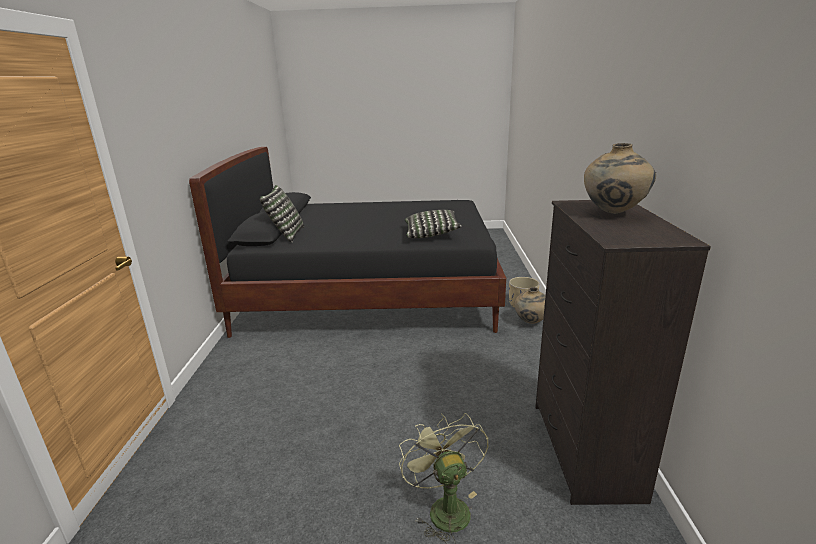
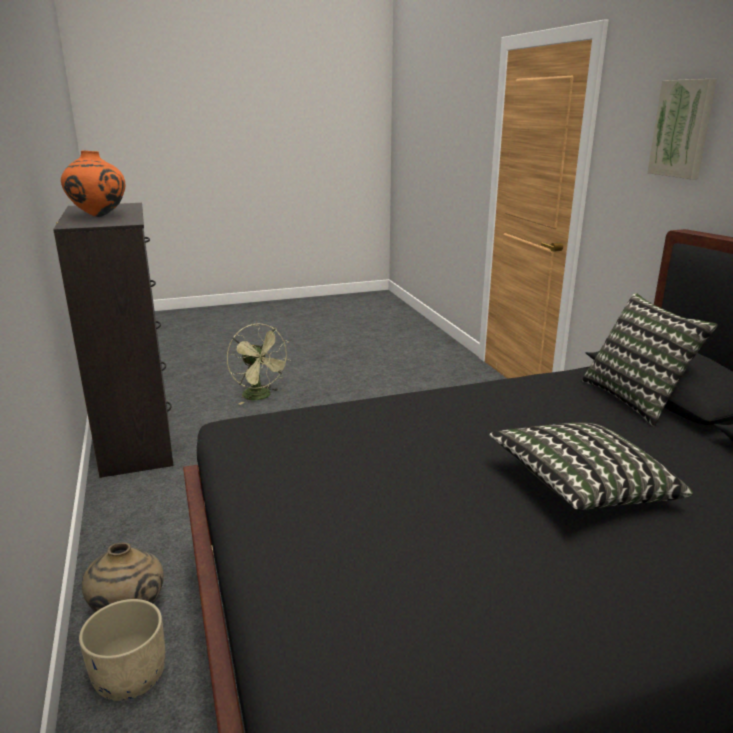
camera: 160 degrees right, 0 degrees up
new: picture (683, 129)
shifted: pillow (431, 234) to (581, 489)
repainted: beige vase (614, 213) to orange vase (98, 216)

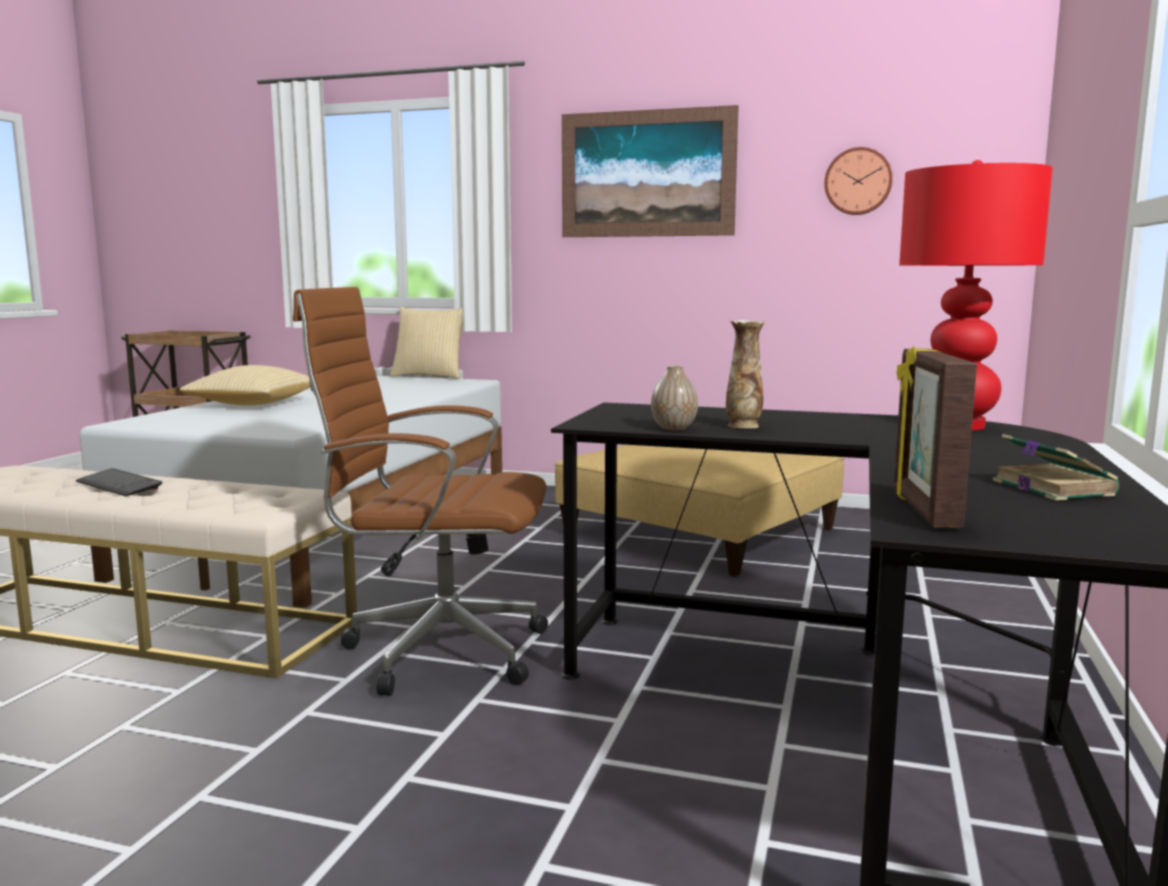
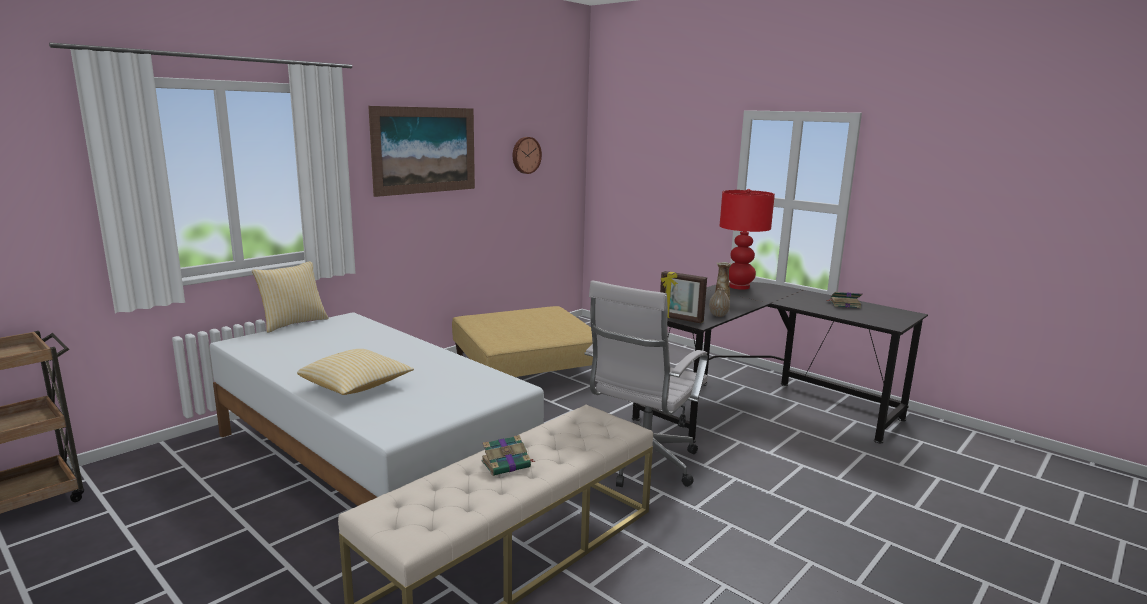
camera: 65 degrees left, 5 degrees up
shifted: picture frame (923, 509) to (680, 319)
swapped: keyboard (119, 485) to book (507, 464)
repainted: brown office chair (436, 651) to white office chair (642, 464)

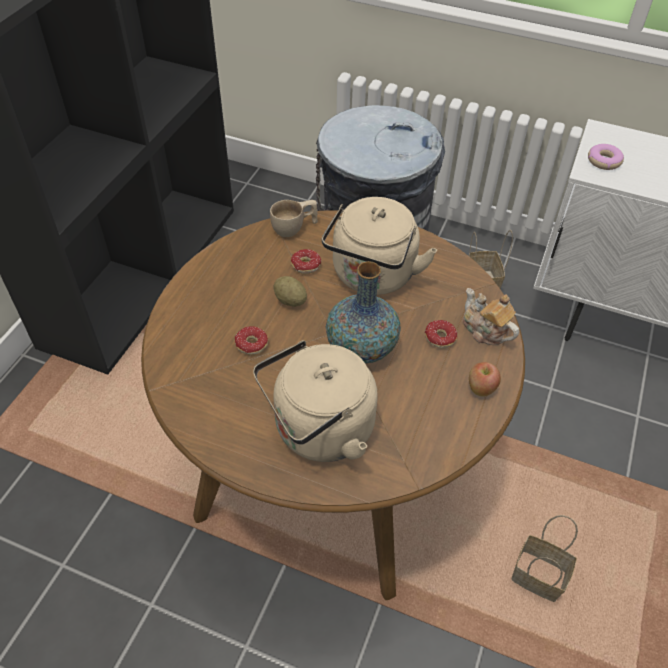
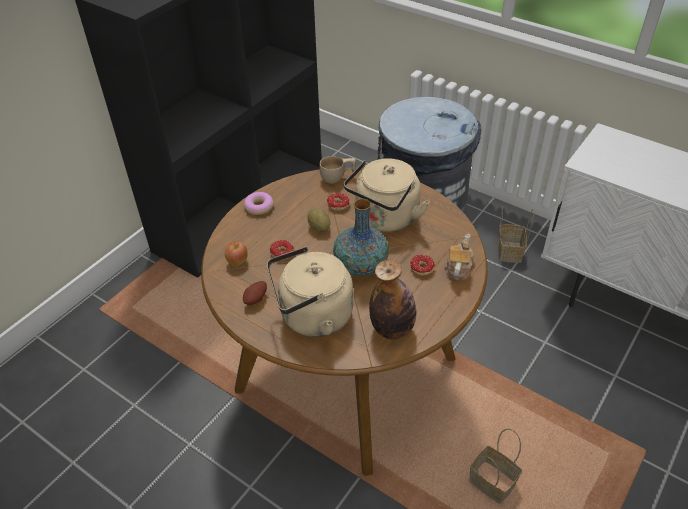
camera: 15 degrees right, 5 degrees down
new: bottle (392, 329); potato (256, 299)
shifted: donut (603, 161) to (259, 207); apple (480, 389) to (237, 261)
rotated: teapot (485, 330) = (458, 267) 45 degrees clockwise

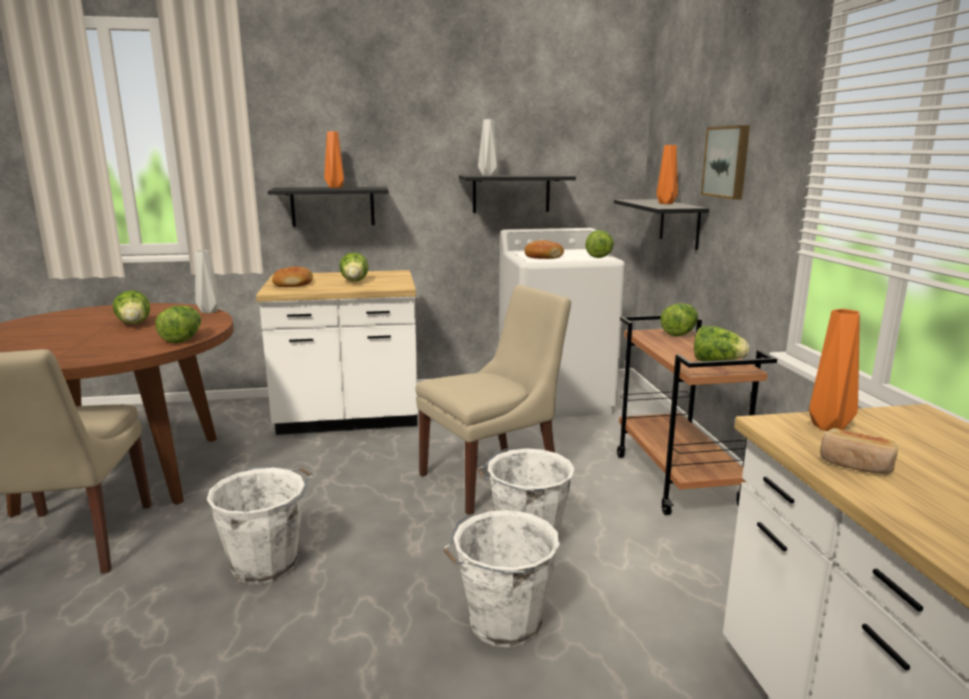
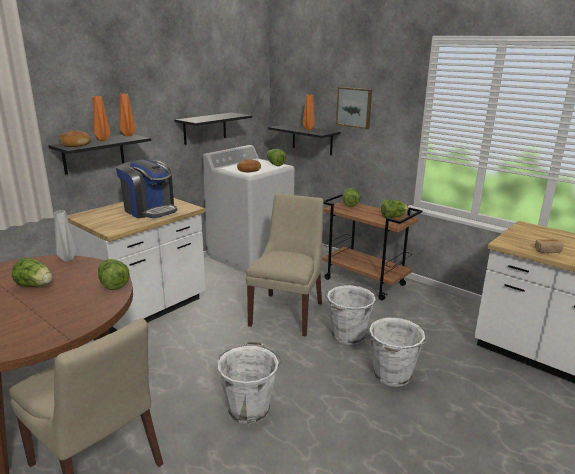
camera: 40 degrees left, 5 degrees up
gone: grey vase (488, 175)
shifted: bread (293, 284) to (75, 144); orange vase (826, 426) to (127, 135)
swapped: lettuce (355, 282) to coffee machine (150, 210)

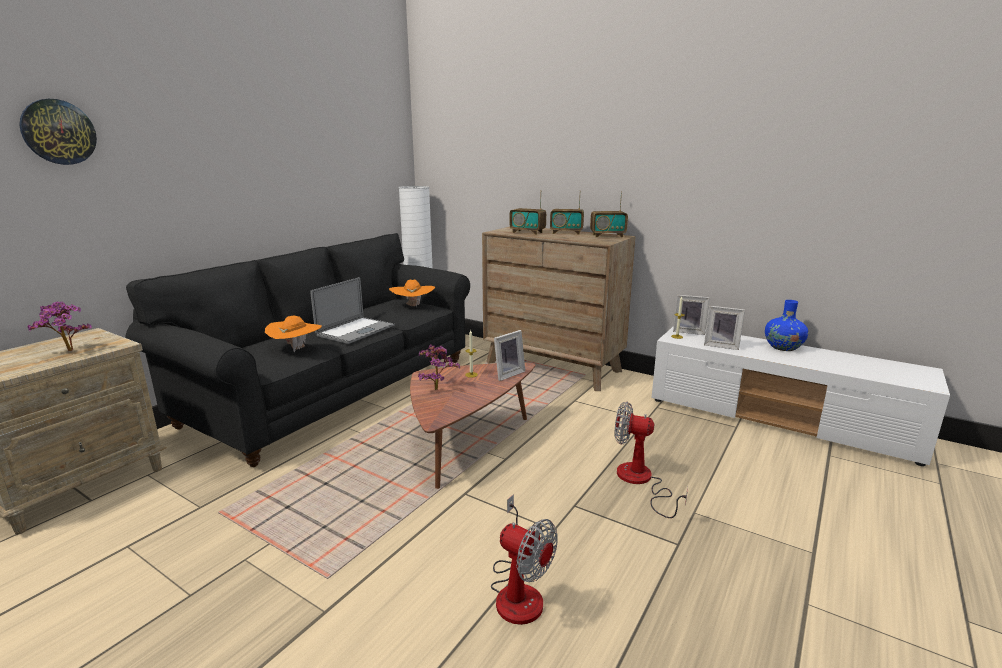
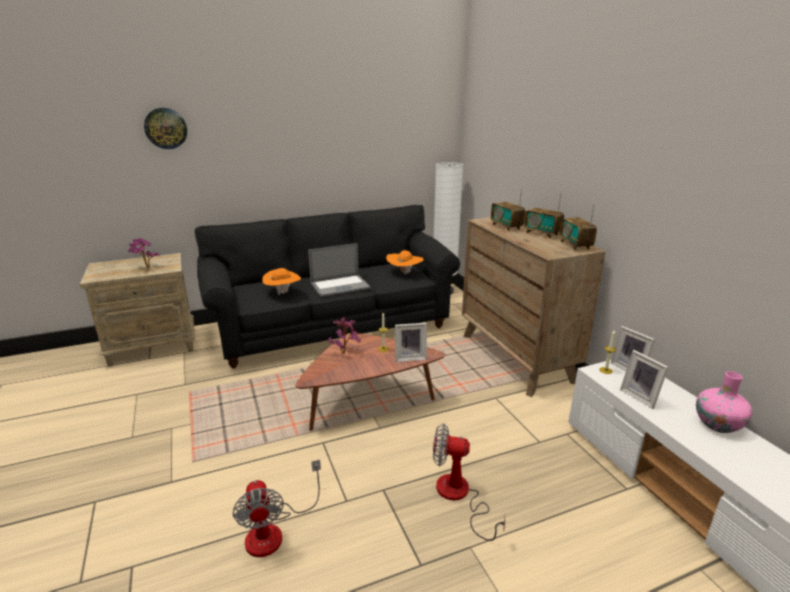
camera: 35 degrees right, 5 degrees up
repainted: blue vase (783, 347) to pink vase (718, 424)
rotated: radio (607, 236) = (575, 245) 45 degrees clockwise; fan (640, 481) = (459, 496) 45 degrees counterclockwise

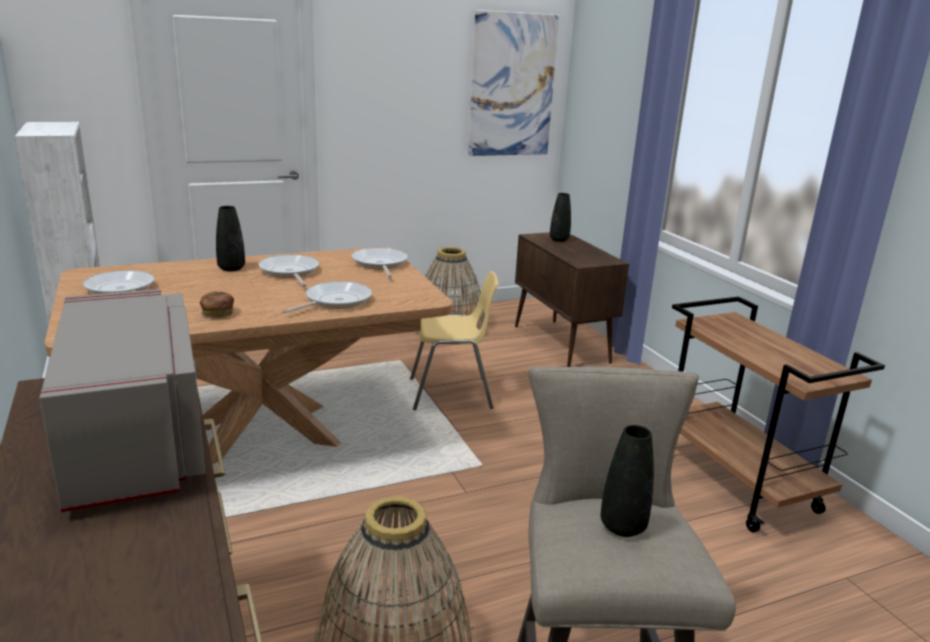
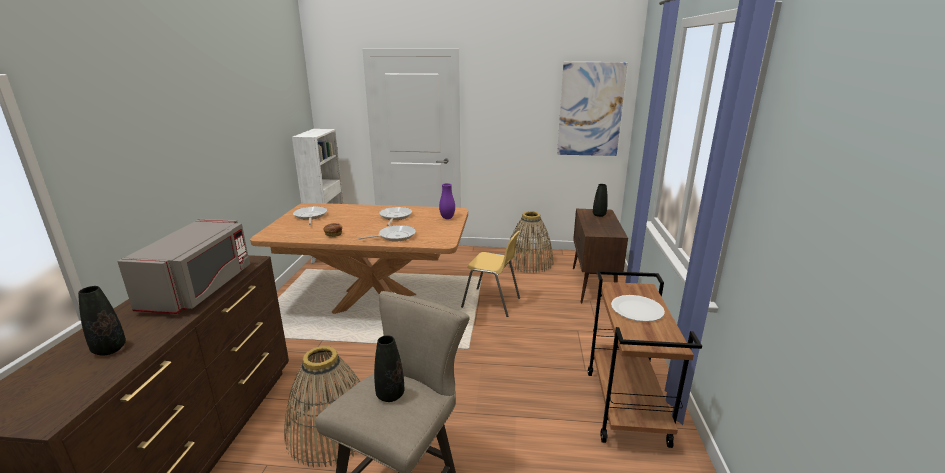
camera: 30 degrees right, 0 degrees up
new: white plate (637, 309)
shifted: black vase (231, 268) to (109, 349)
swapped: frying pan (380, 264) to purple vase (447, 218)

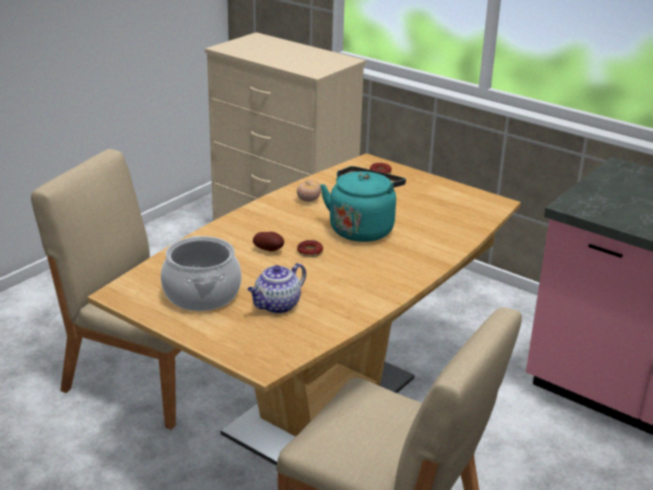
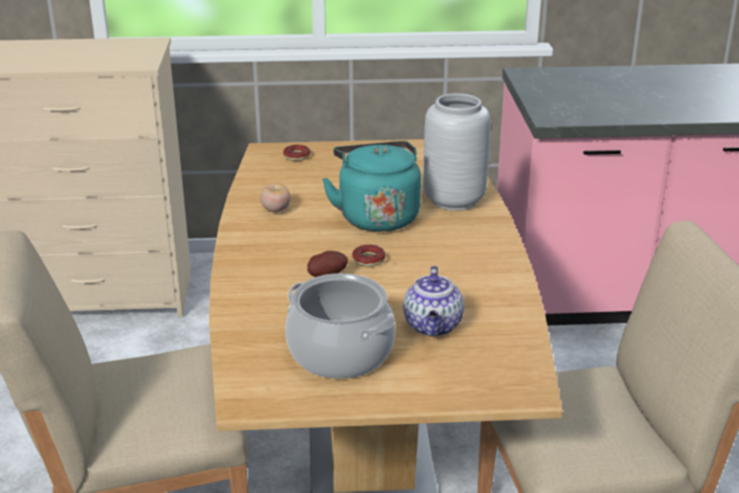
camera: 40 degrees left, 0 degrees up
new: grey vase (455, 200)

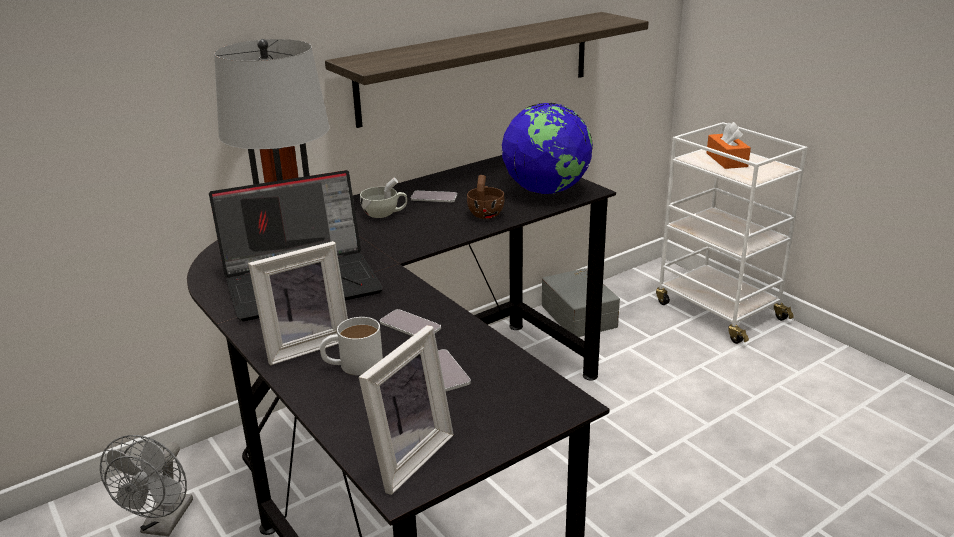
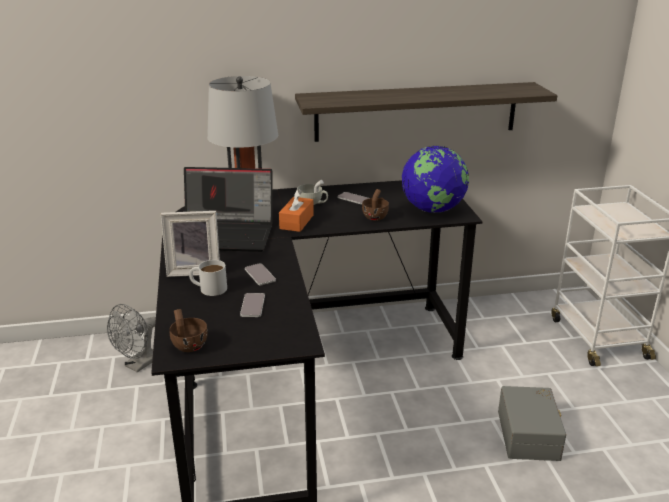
camera: 25 degrees right, 0 degrees up
shifted: orange tissue box (726, 160) to (296, 222); grey storage box (580, 315) to (530, 434)
swapped: picture frame (405, 456) to brown cup (188, 344)

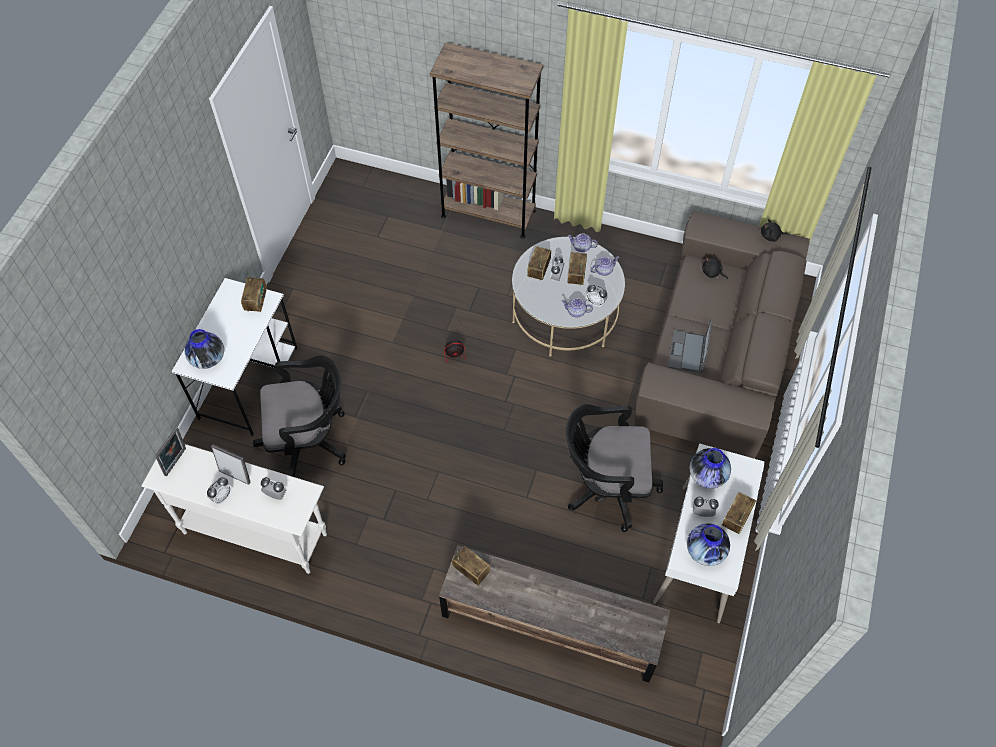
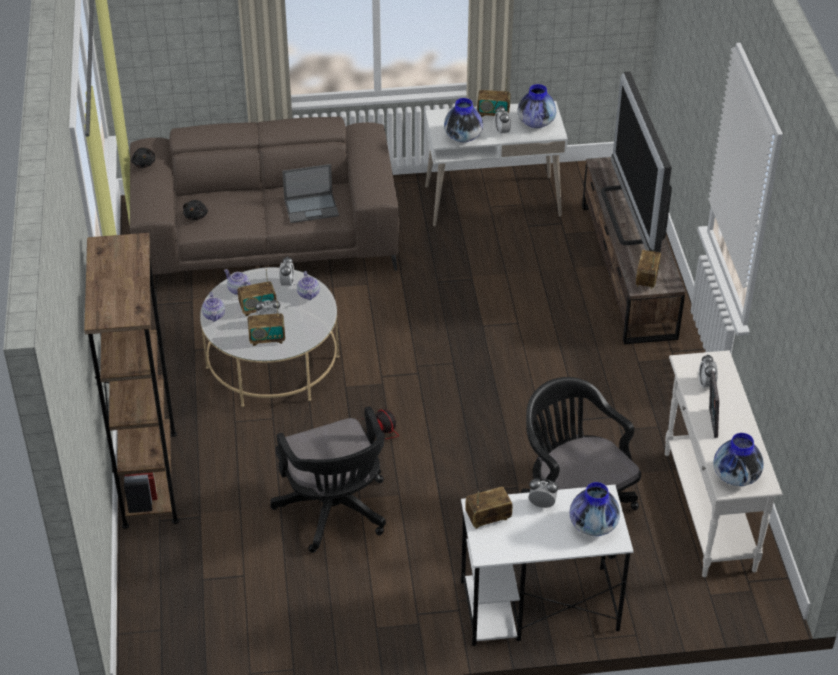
camera: 115 degrees left, 15 degrees down
new: television (629, 215)
shifted: black office chair (605, 486) to (335, 513); alarm clock (222, 497) to (542, 504)
swapped: picture frame (177, 462) to vase (735, 476)

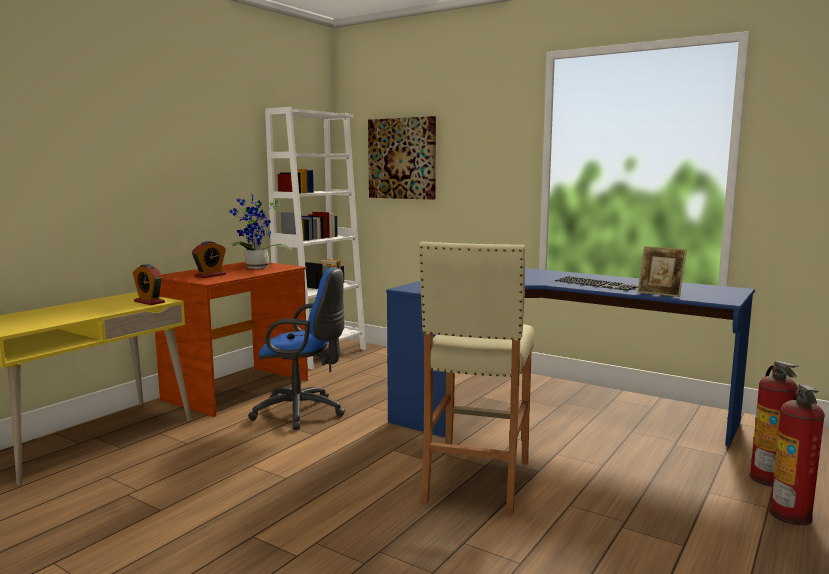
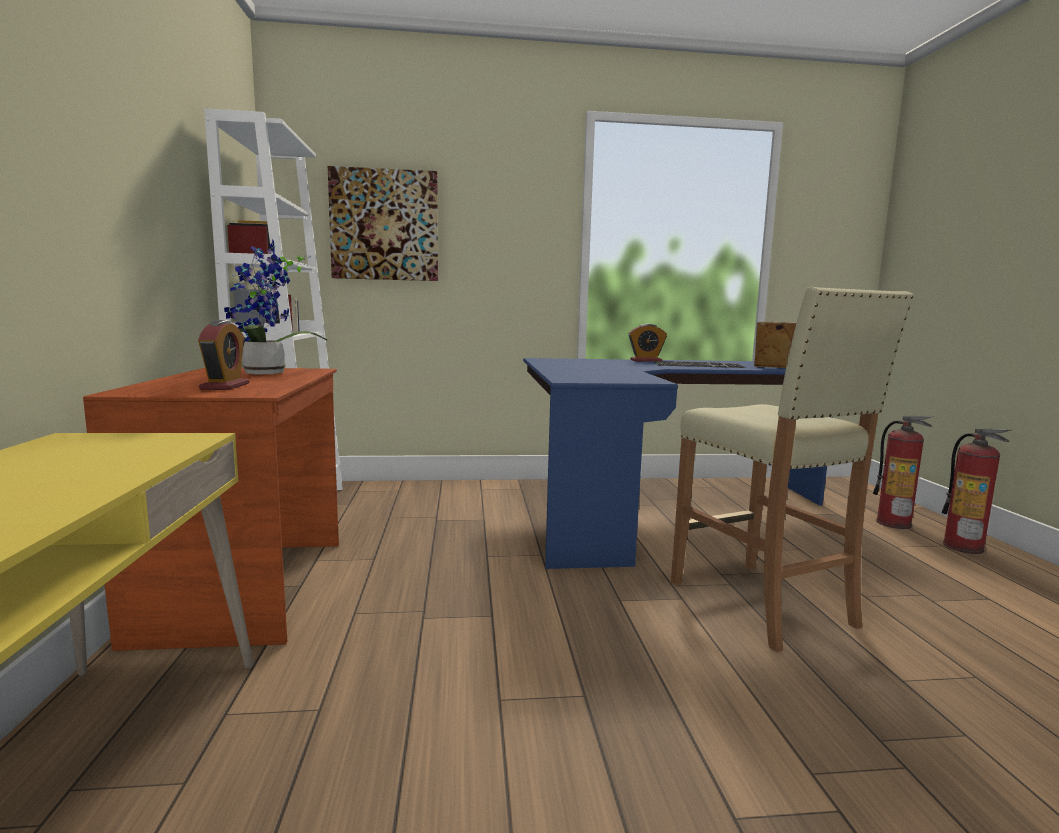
camera: 40 degrees left, 0 degrees up
gone: blue office chair (303, 413)
shifted: alarm clock (149, 302) to (646, 360)
rotated: picture frame (660, 293) = (774, 368) 150 degrees counterclockwise

